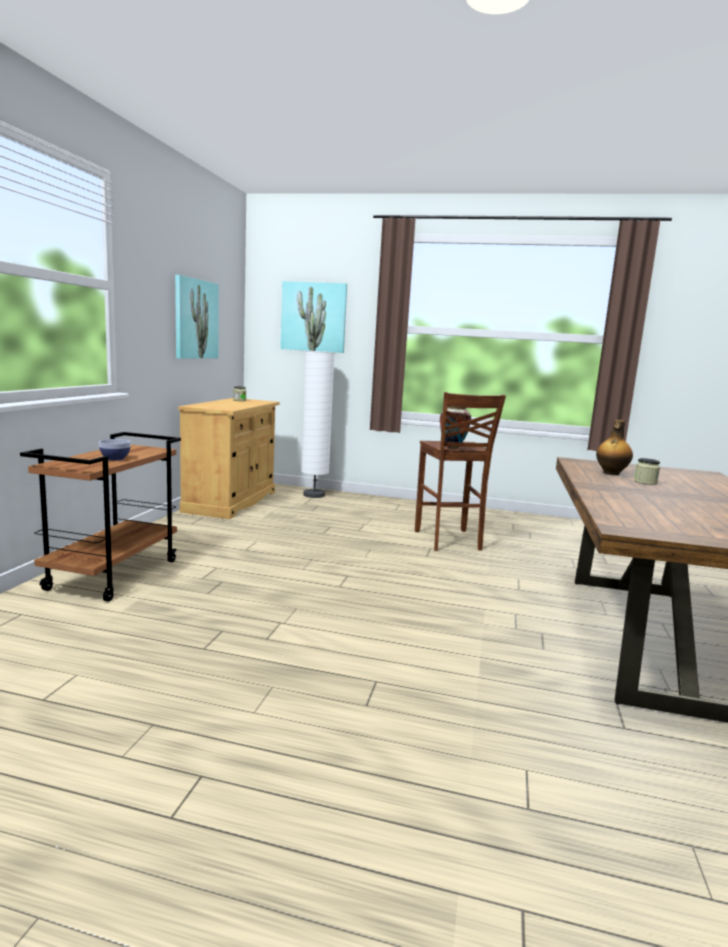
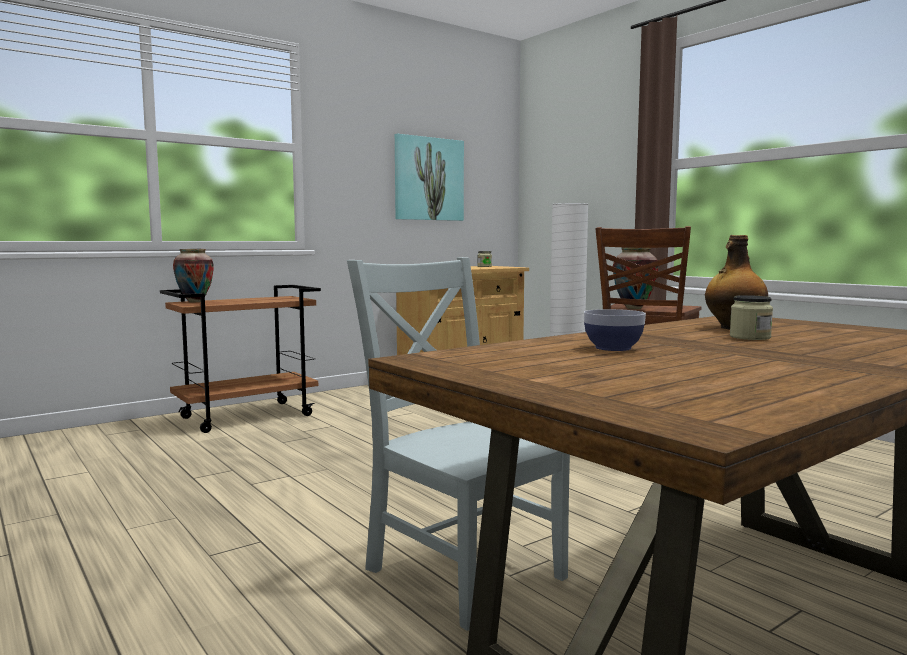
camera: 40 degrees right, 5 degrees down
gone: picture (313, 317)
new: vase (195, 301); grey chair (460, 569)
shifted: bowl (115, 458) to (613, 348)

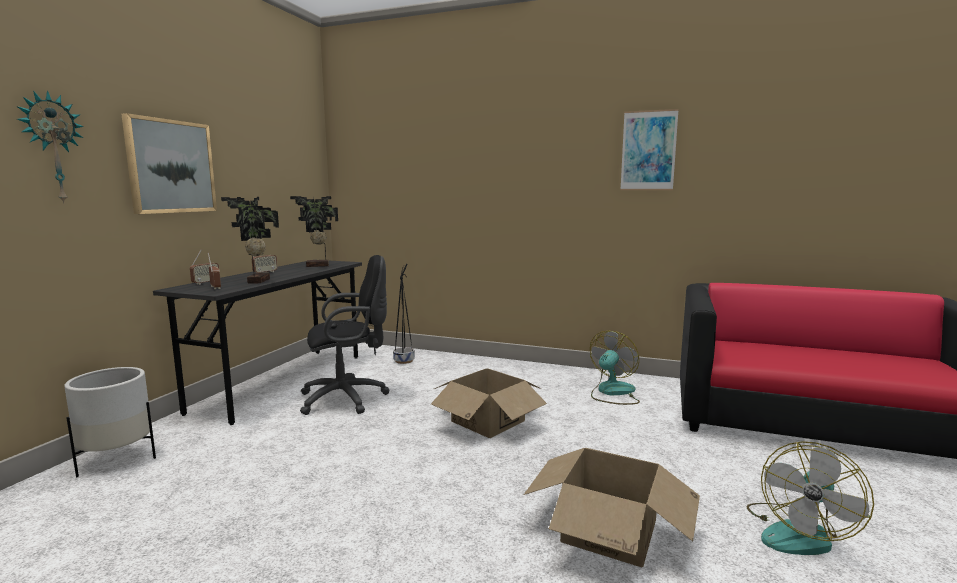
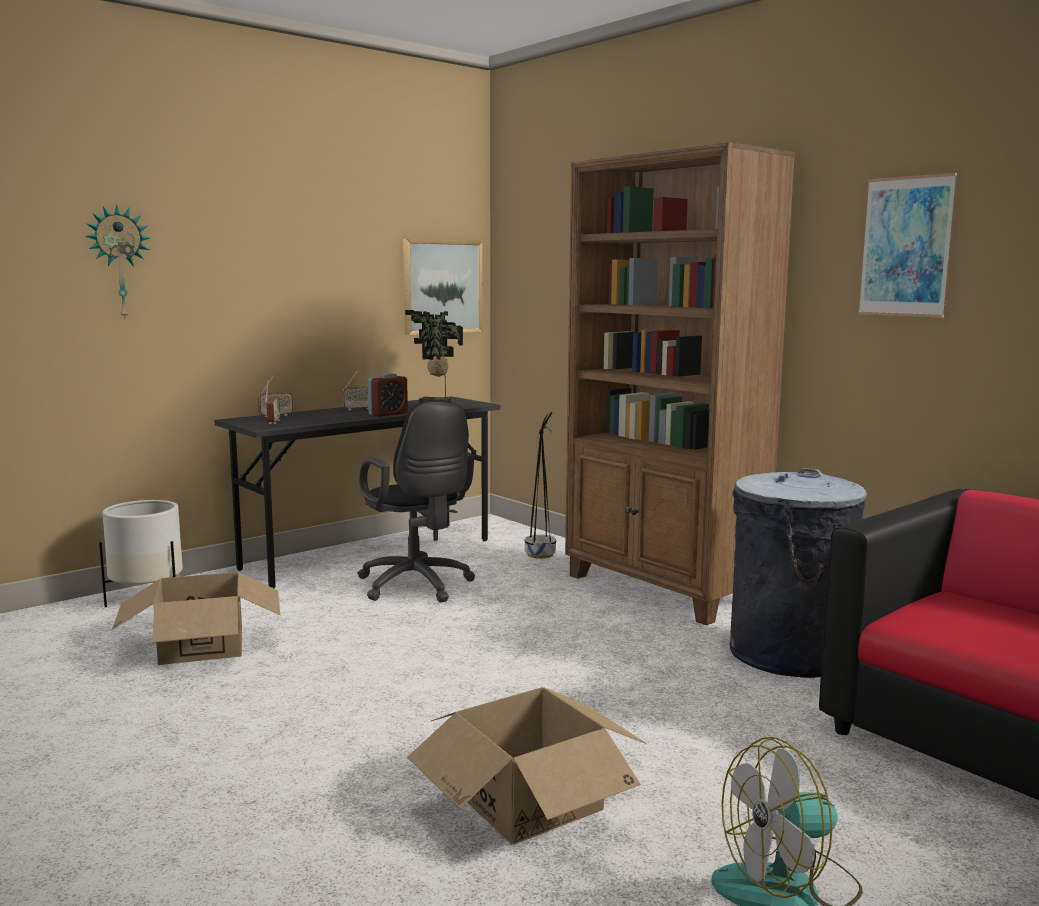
camera: 30 degrees right, 0 degrees up
gone: potted plant (256, 281)
new: brown bookcase (663, 590); alarm clock (388, 414)
shifted: picture (171, 166) to (442, 287); cardboard box (487, 421) to (201, 645)
swapped: fan (612, 393) to grey trash can (787, 654)
rotated: black office chair (348, 398) = (417, 587) 45 degrees clockwise

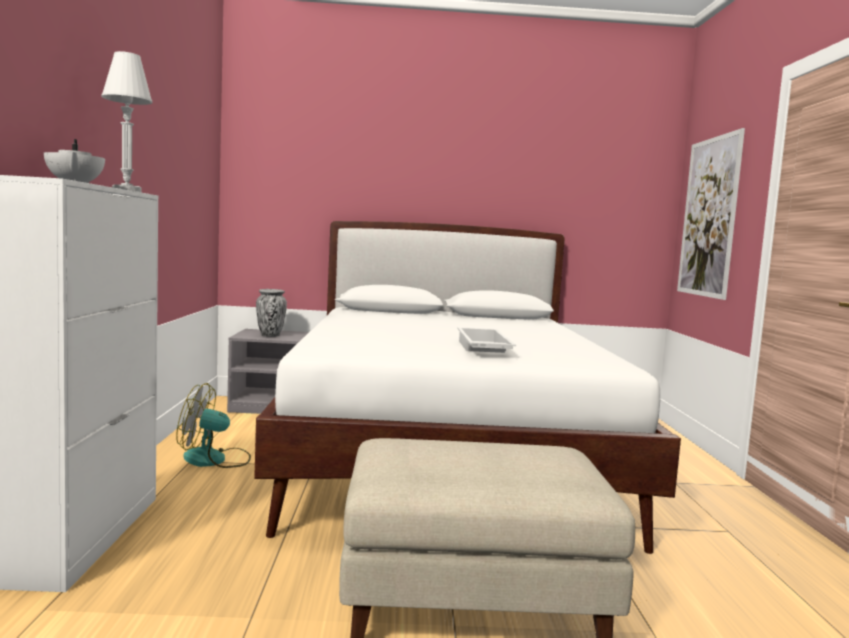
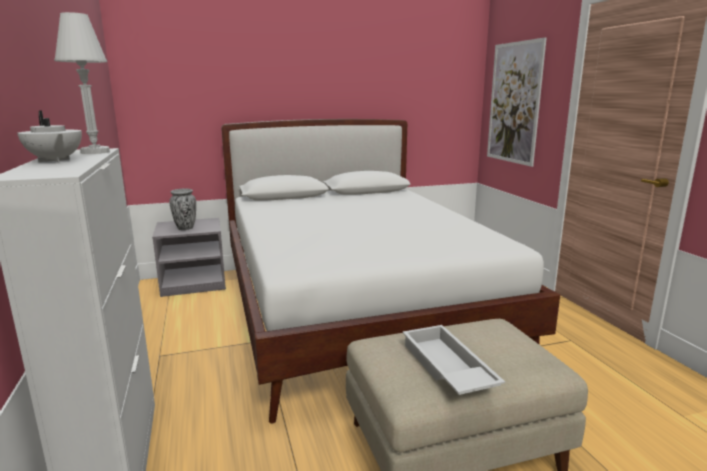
camera: 15 degrees left, 10 degrees up
gone: fan (214, 460)
shifted: white tray (481, 349) to (445, 368)

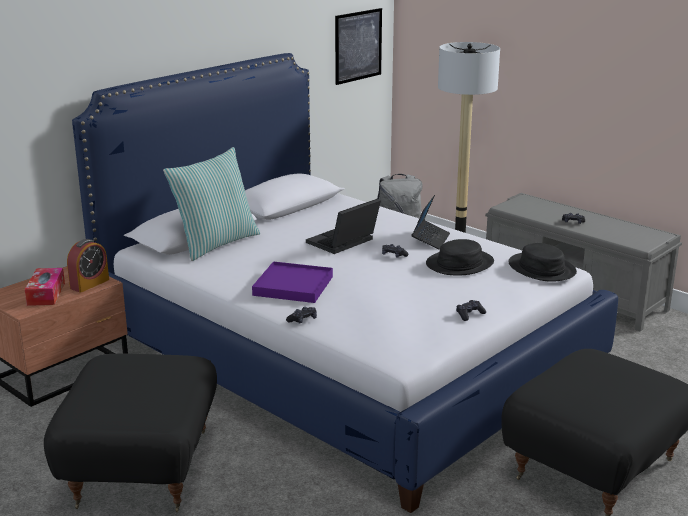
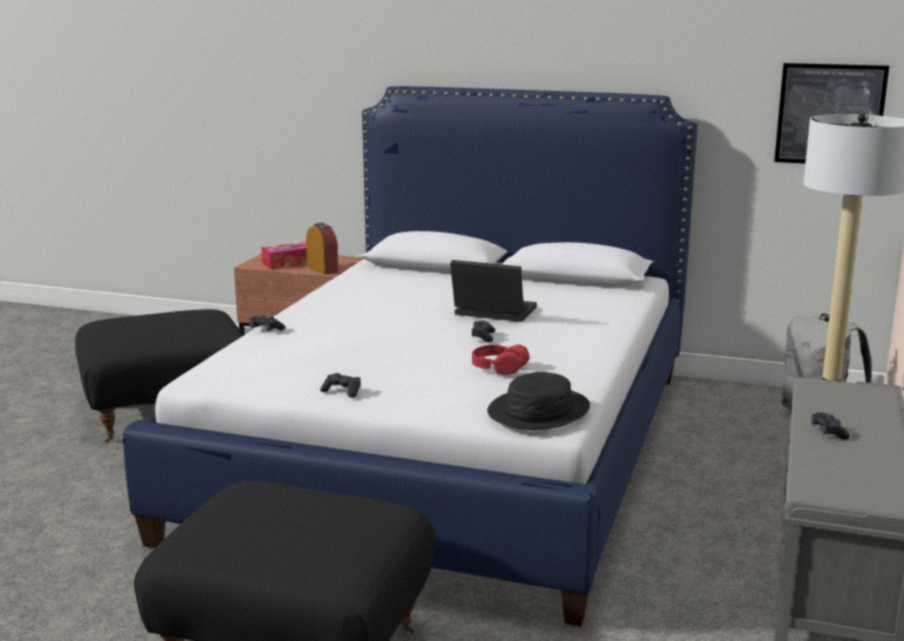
camera: 65 degrees right, 5 degrees down
gone: pillow (215, 243); laptop (430, 239); purple tray (293, 286)
swapped: black hat (459, 263) to red headphones (498, 368)
rotated: alarm clock (89, 284) = (322, 269) 135 degrees counterclockwise

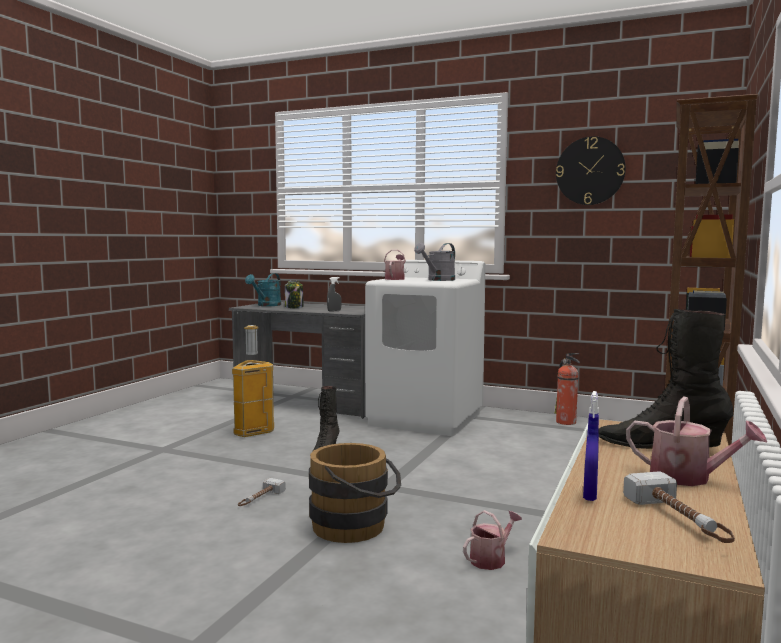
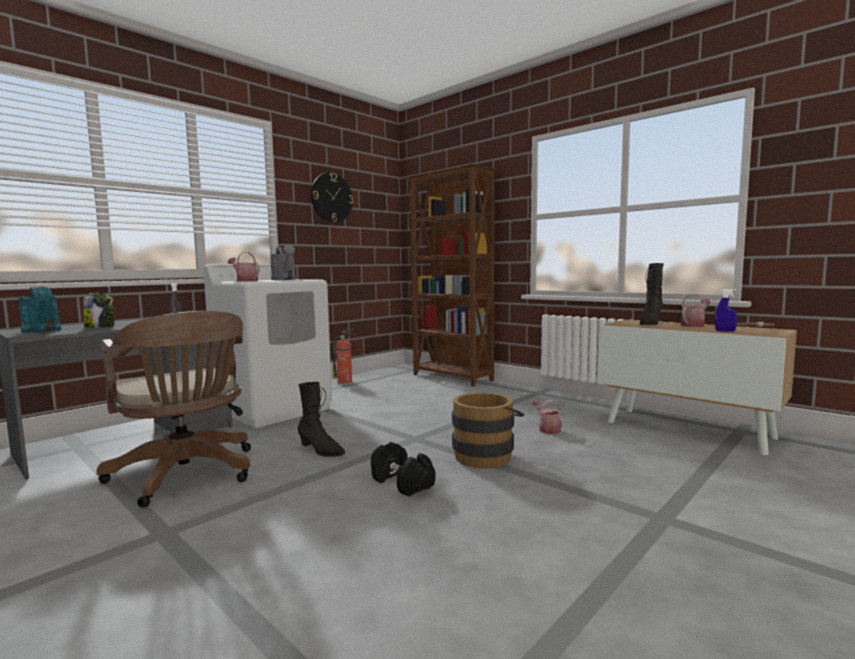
camera: 70 degrees left, 0 degrees up
swapped: trash can (252, 432) to brown office chair (187, 475); hammer (259, 499) to black dumbbell (402, 483)

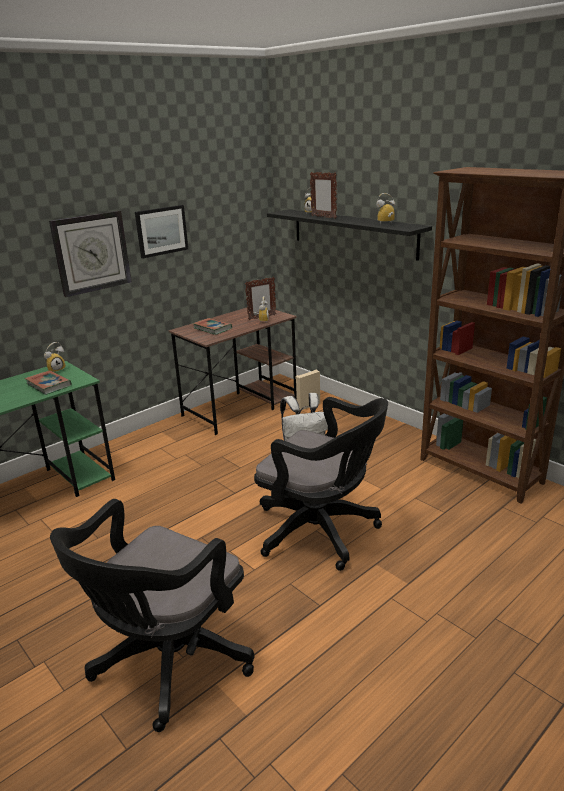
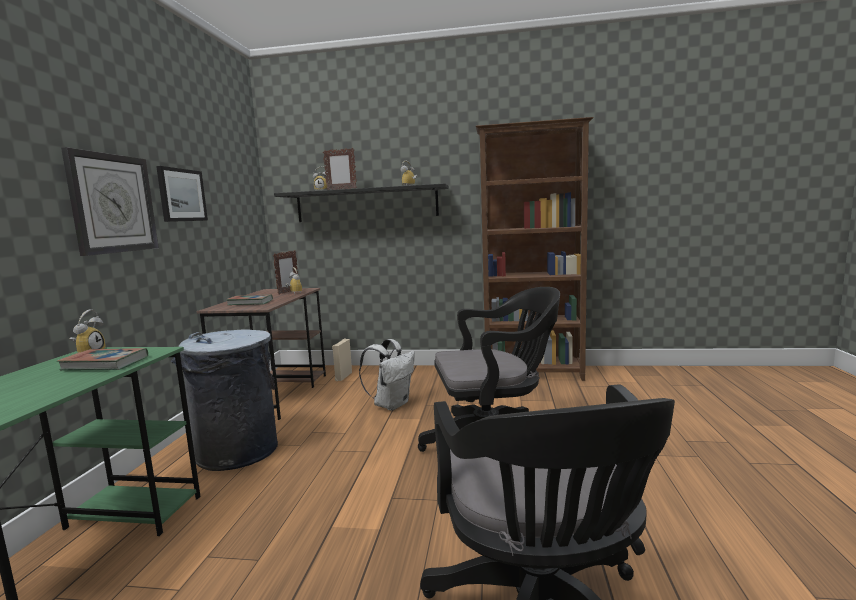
camera: 40 degrees left, 15 degrees down
new: grey trash can (238, 452)

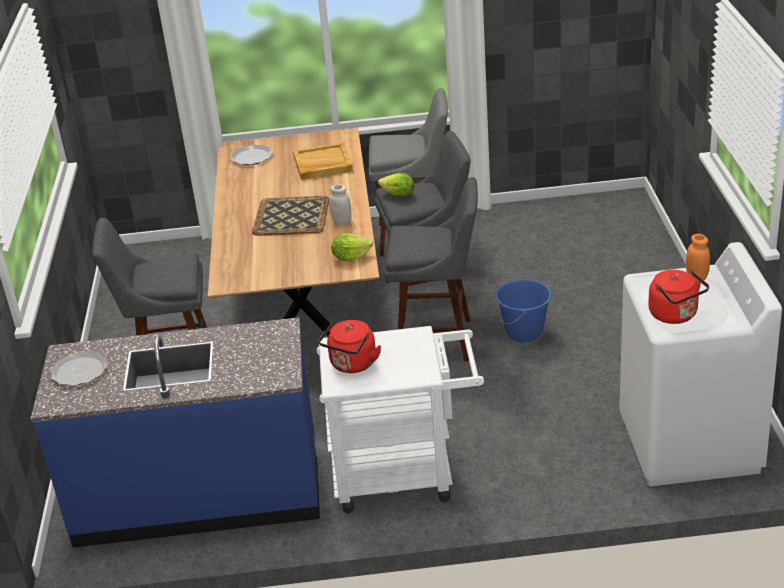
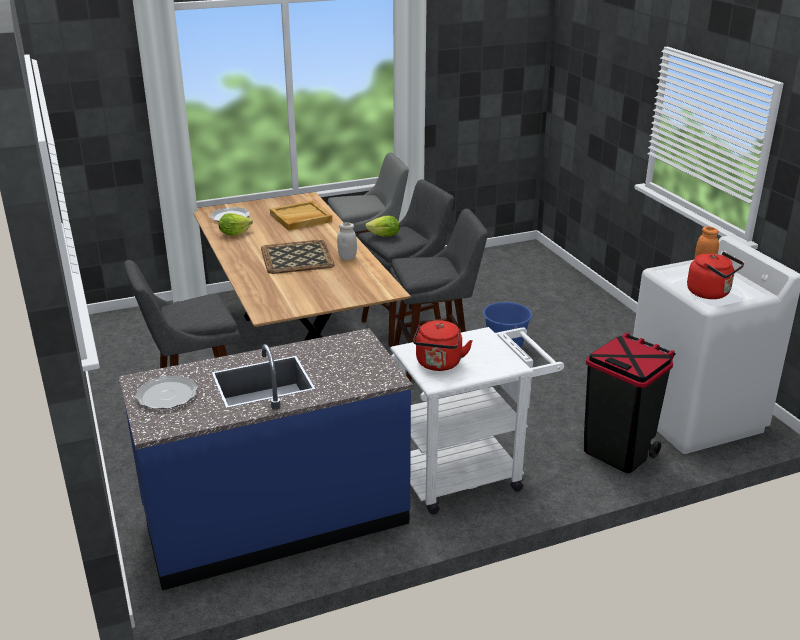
camera: 20 degrees left, 5 degrees down
new: black trash can (617, 451)
shifted: lettuce (350, 257) to (234, 233)

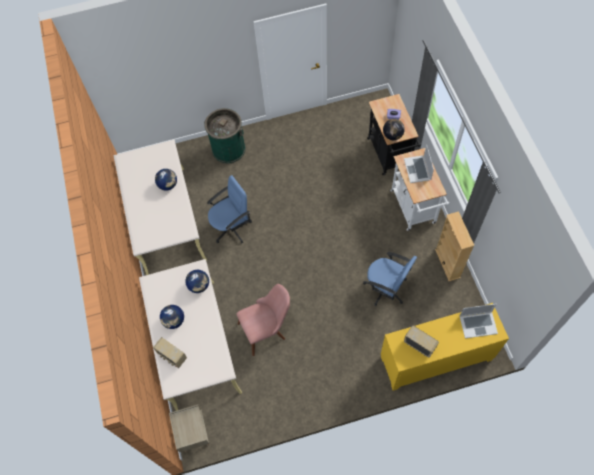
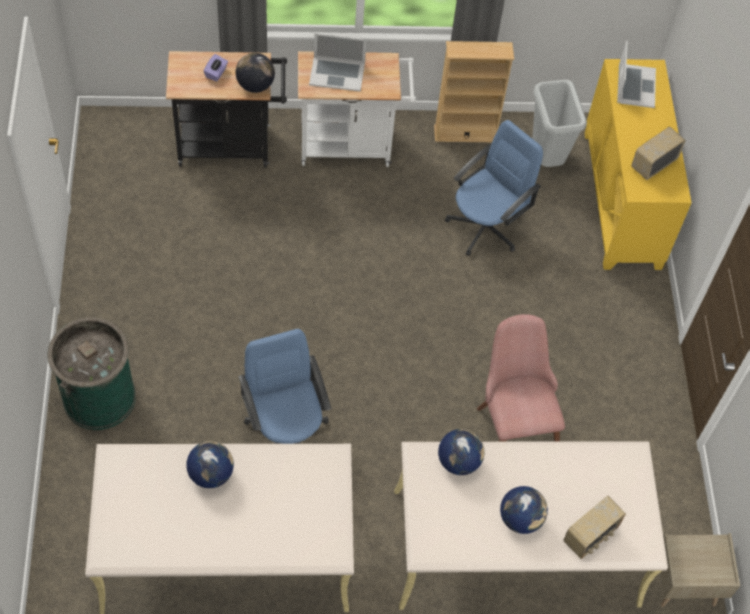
camera: 85 degrees left, 5 degrees down
new: grey trash can (545, 158)

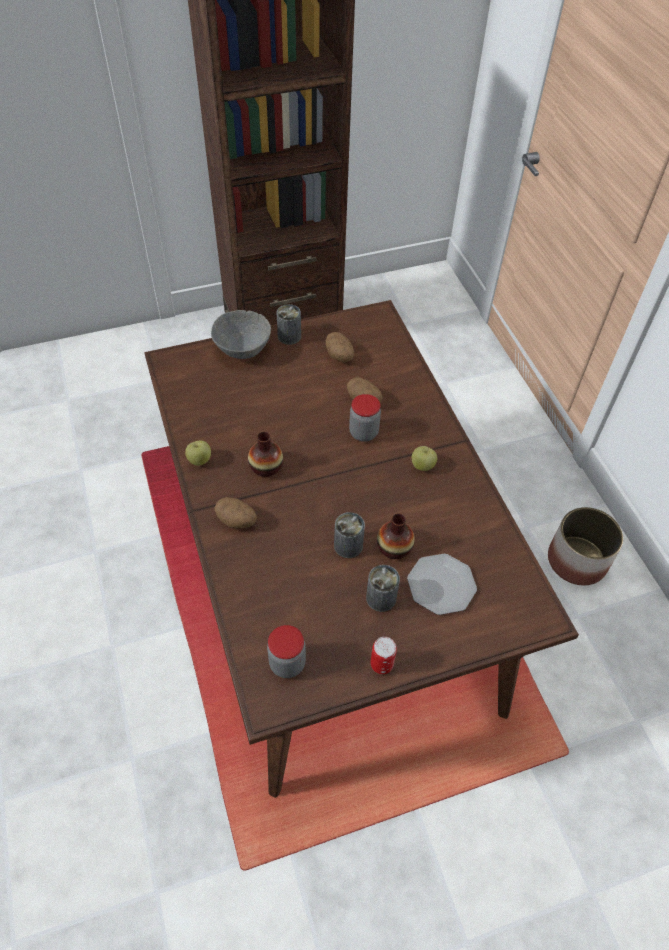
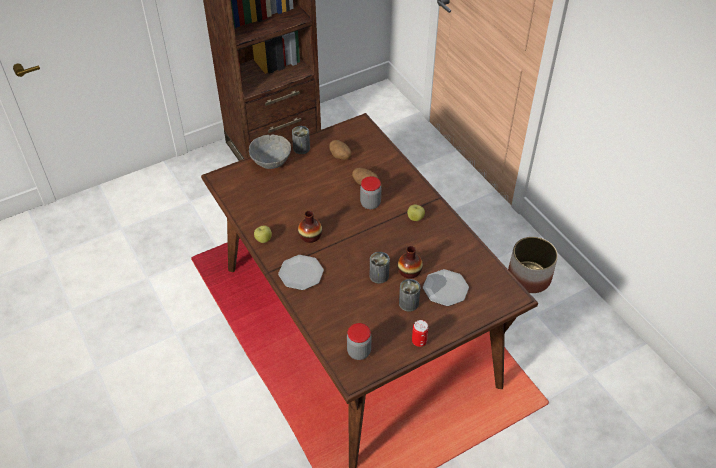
camera: 10 degrees left, 5 degrees down
swapped: potato (237, 521) to plate (301, 273)

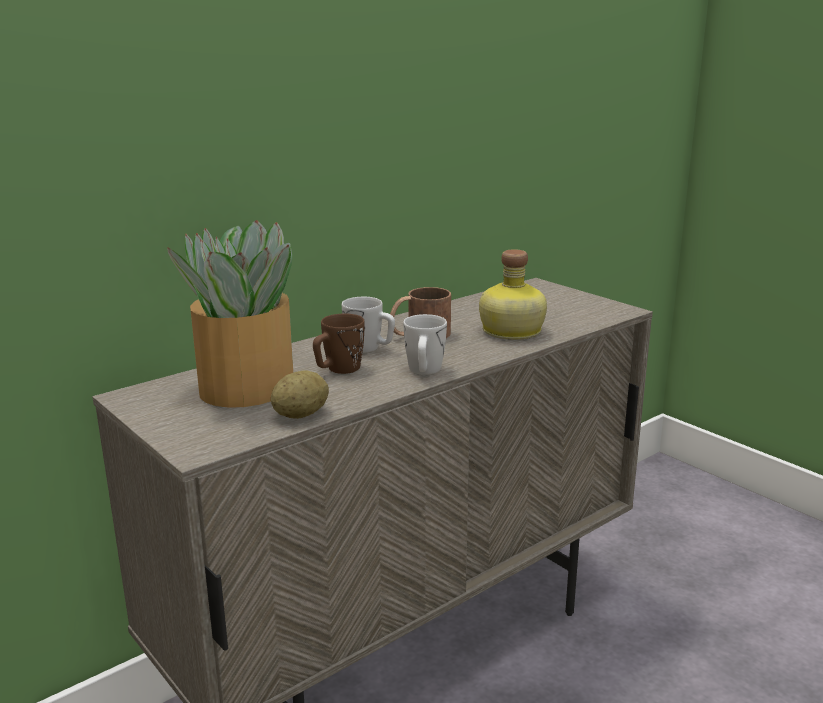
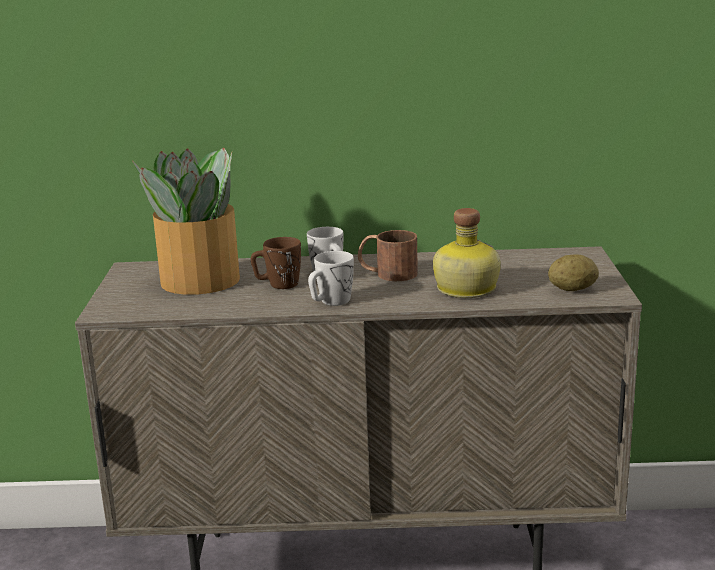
camera: 40 degrees right, 0 degrees up
shifted: potato (301, 415) to (572, 289)

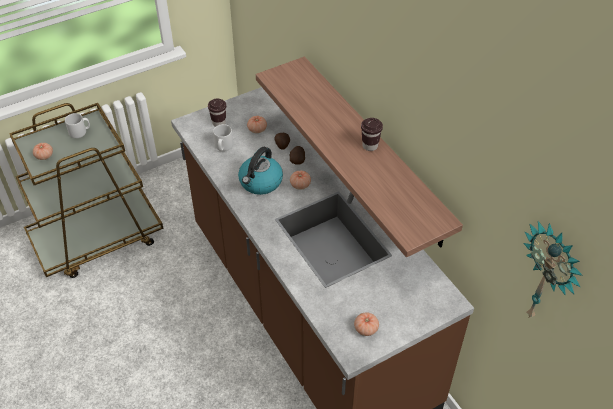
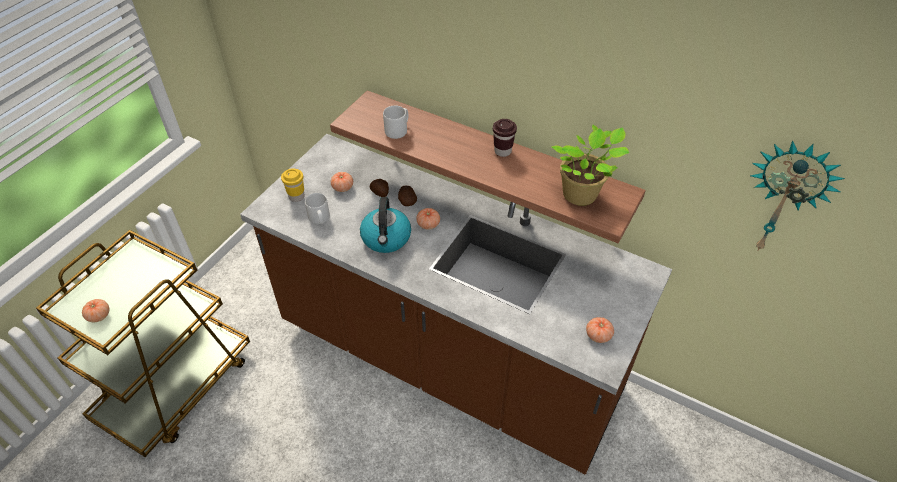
camera: 30 degrees left, 0 degrees up
new: potted plant (582, 195)
shifted: grey mug (80, 132) to (398, 130)
repainted: brown cup (219, 123) to yellow cup (296, 196)

